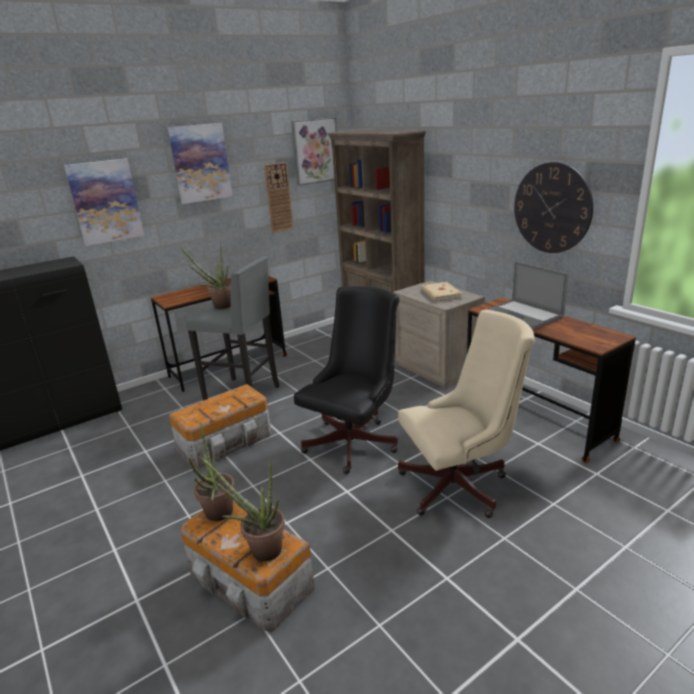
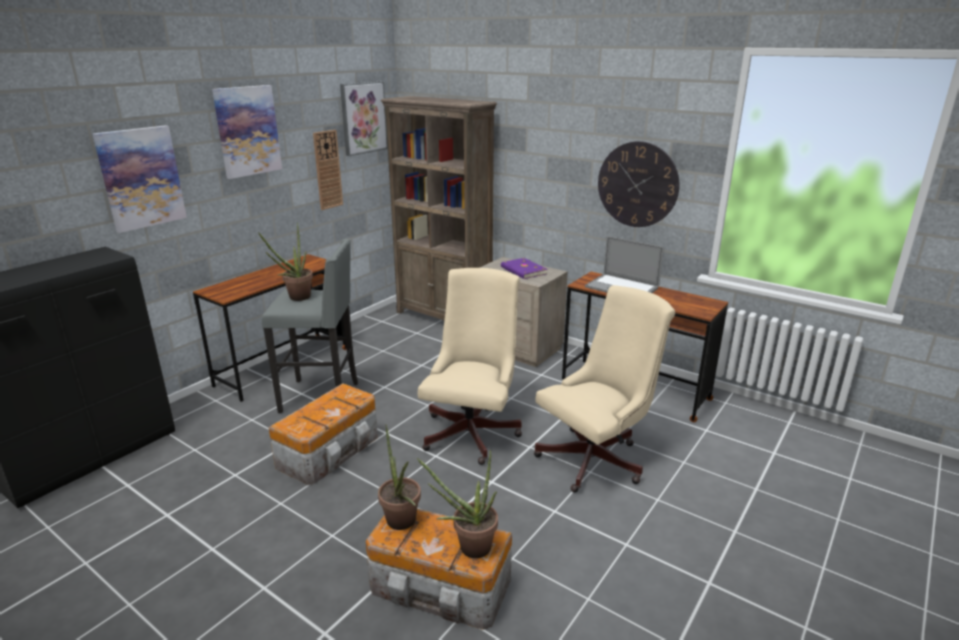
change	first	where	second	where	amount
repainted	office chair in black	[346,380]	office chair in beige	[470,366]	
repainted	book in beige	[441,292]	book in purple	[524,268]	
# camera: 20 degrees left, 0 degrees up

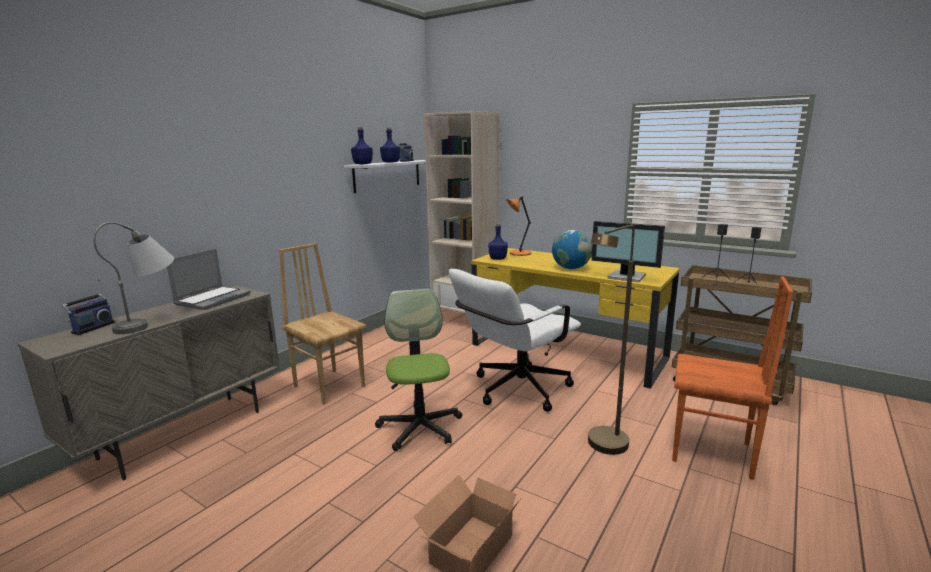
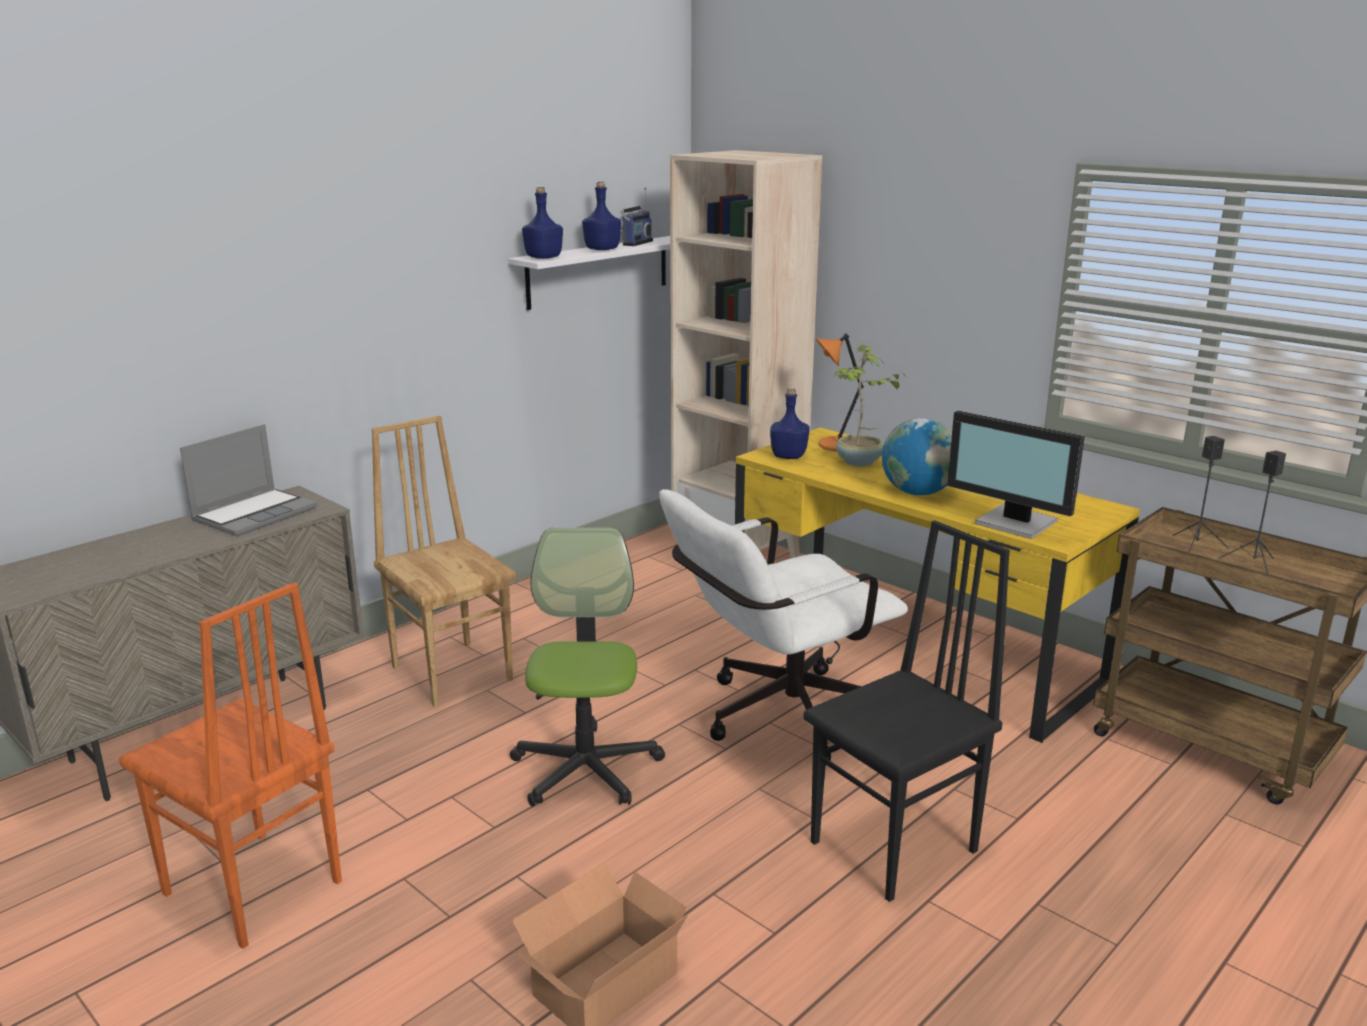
change	first	where	second	where	amount
gone	radio	[88,307]			
gone	table lamp in grey	[133,278]			
swapped	floor lamp in brown	[611,340]	chair in black	[907,711]	
shifted	chair in orange	[732,378]		[230,765]	
new			potted plant	[869,405]	
# camera: 10 degrees right, 5 degrees up

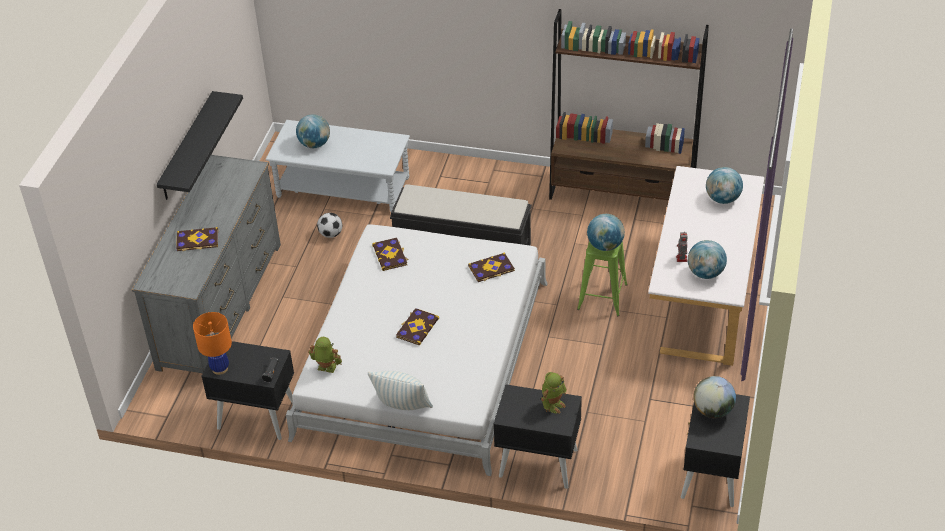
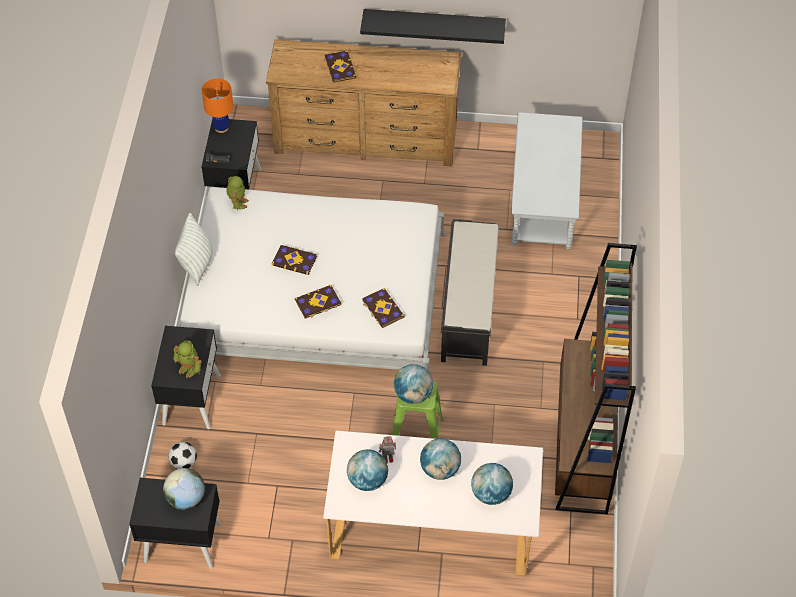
change	first	where	second	where	amount
repainted	dresser in grey	[206,264]	dresser in brown	[364,102]	
shifted	globe	[313,131]		[440,459]	
shifted	football	[329,225]		[182,455]	
shifted	book	[390,254]		[318,302]	
# camera: 80 degrees right, 10 degrees up

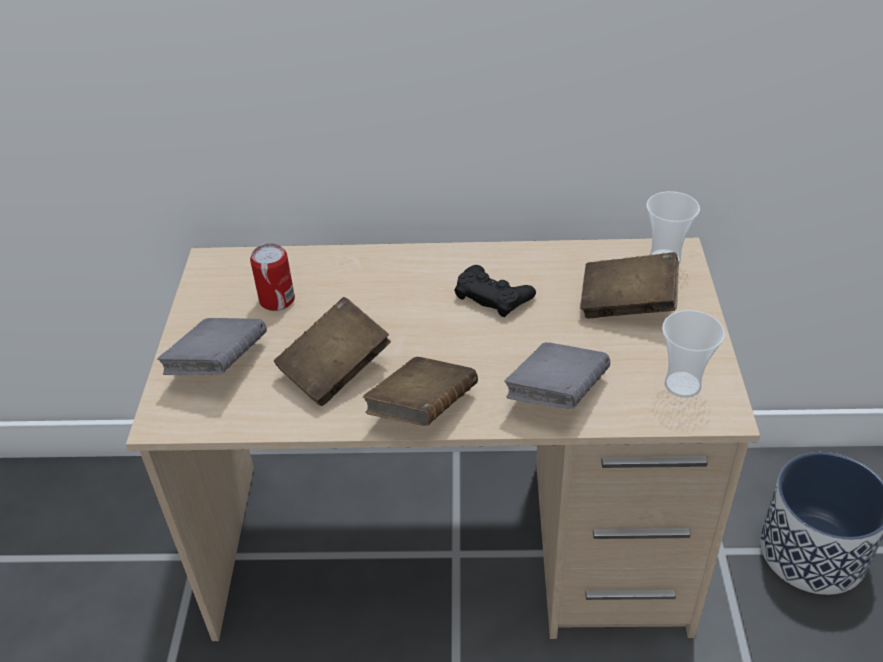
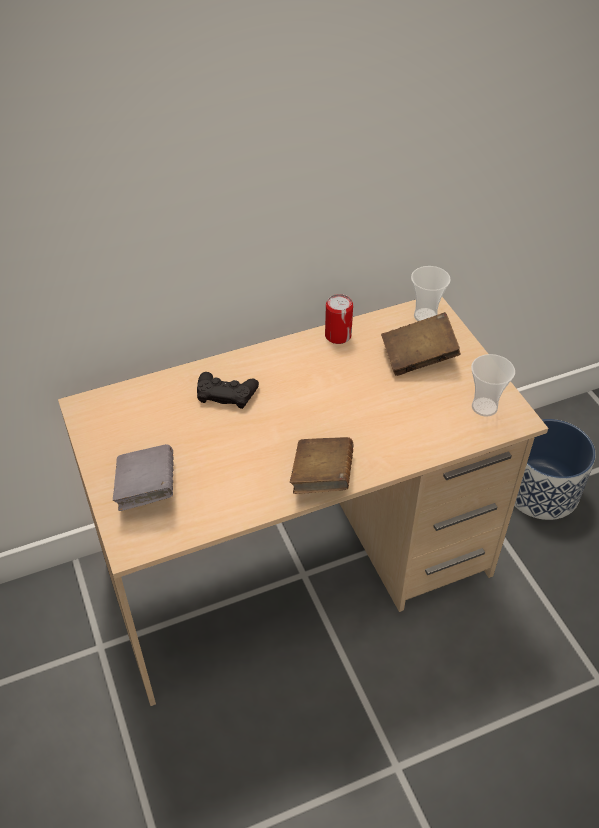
change	first	where	second	where	amount
shifted	can	[272,277]		[339,319]	
gone	book in brown	[332,351]			
shifted	game controller in black	[495,291]		[228,390]	
gone	book in grey	[557,375]			
# camera: 25 degrees left, 5 degrees up

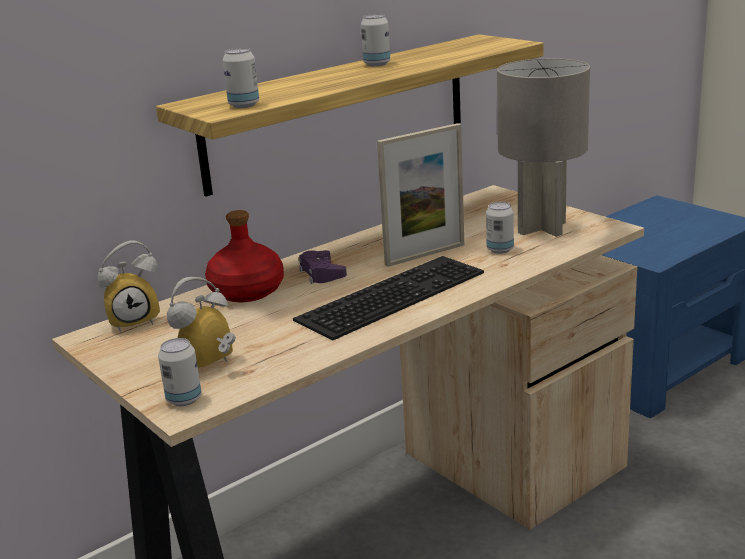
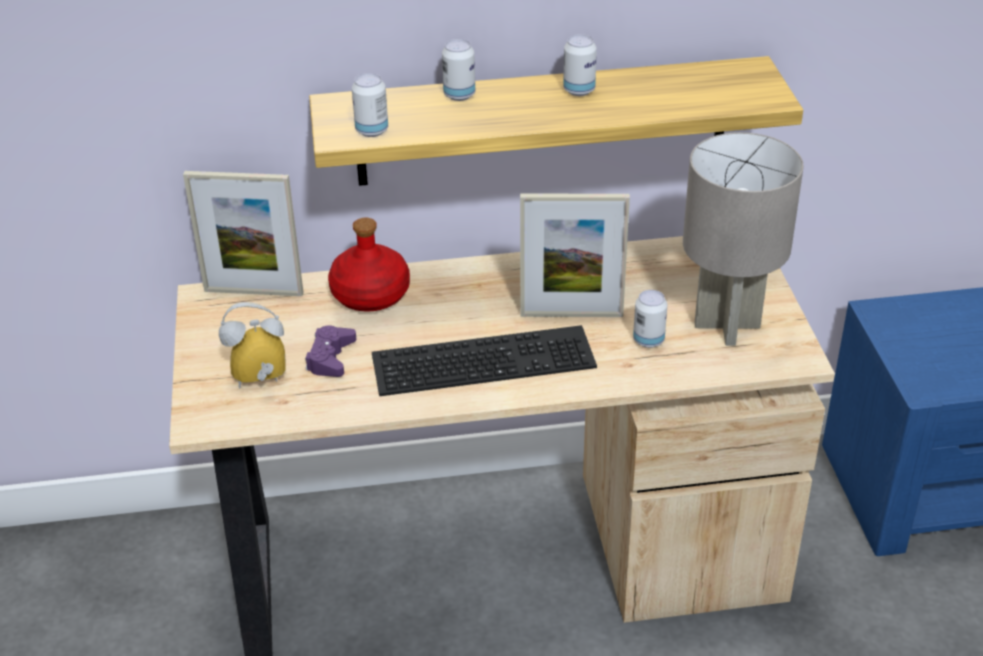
change	first	where	second	where	amount
swapped	alarm clock	[129,286]	picture frame	[243,233]	
shifted	can	[180,372]		[458,70]	
shifted	game controller in purple	[323,267]		[330,351]	
# camera: 30 degrees right, 15 degrees up

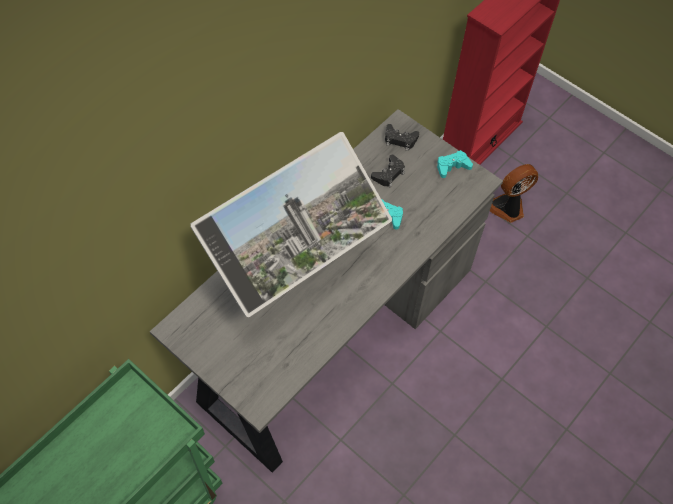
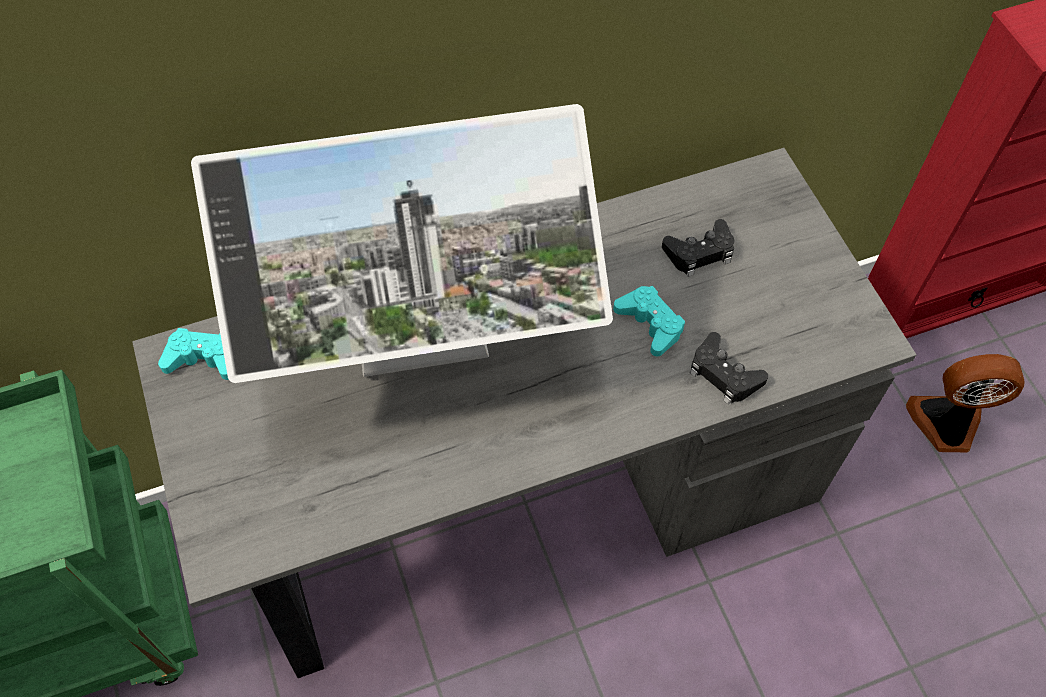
change	first	where	second	where	amount
shifted	game controller in black	[402,137]		[729,368]	
shifted	game controller in turquoise	[455,164]		[193,354]	
# camera: 30 degrees right, 0 degrees up

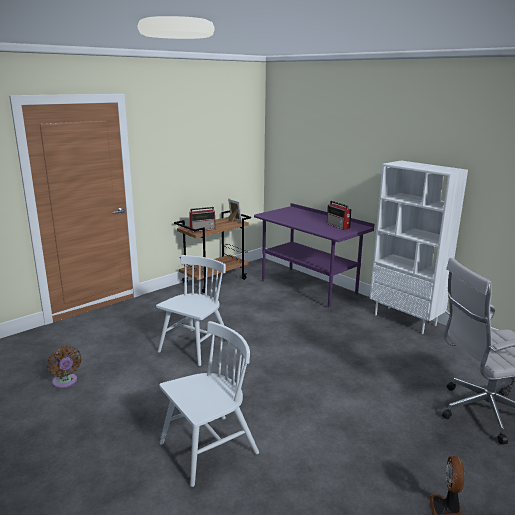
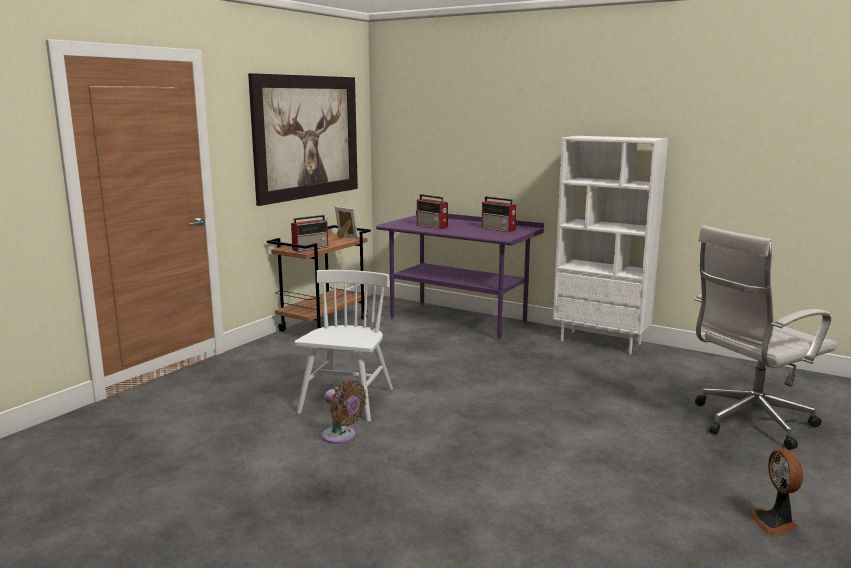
change	first	where	second	where	amount
shifted	fan in brown	[64,367]		[344,412]	
gone	chair in white	[209,404]			
new			picture	[303,139]	
new			radio	[432,211]	
# camera: 15 degrees left, 5 degrees down

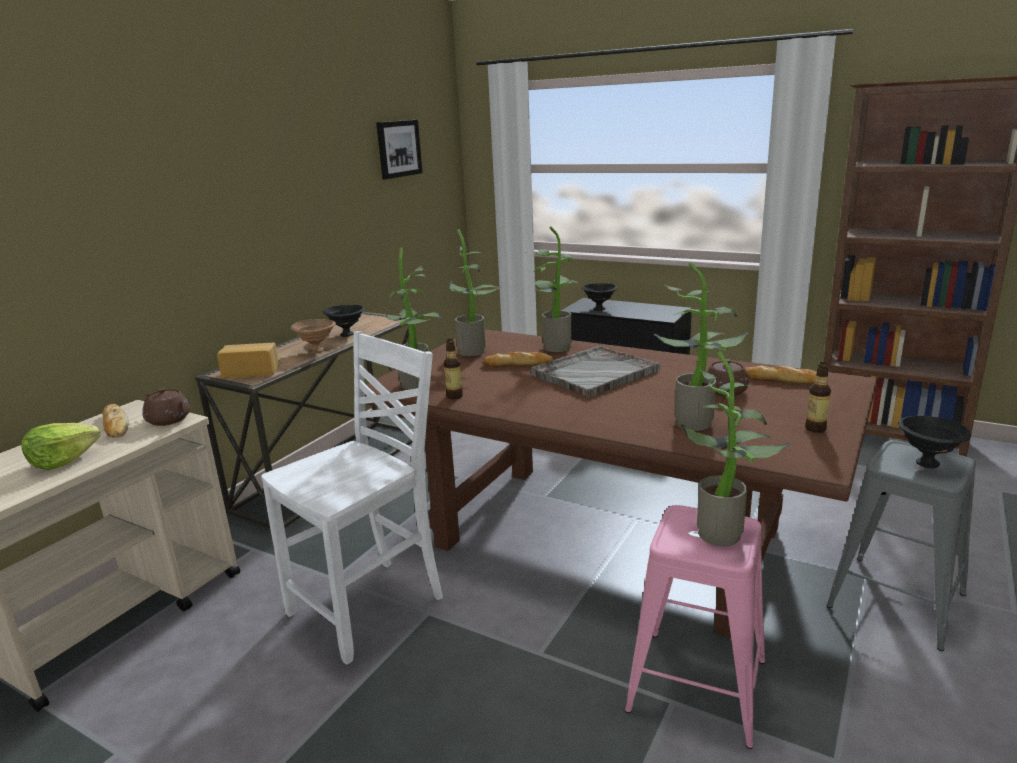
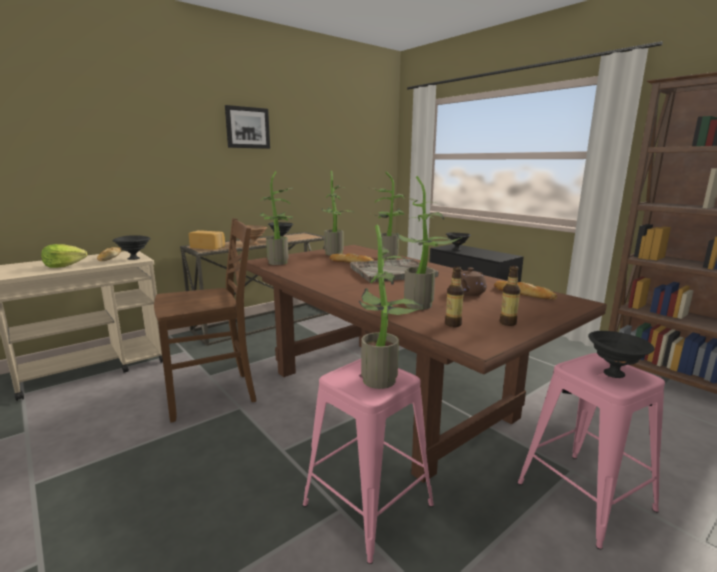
change	first	where	second	where	amount
swapped	teapot in brown	[166,407]	bowl in black	[132,247]	
repainted	chair in white	[352,498]	chair in brown	[205,320]	
shifted	picture	[399,149]		[247,127]	
shifted	bottle	[453,369]		[454,296]	
repainted	stool in grey	[901,545]	stool in pink	[591,451]	
# camera: 20 degrees right, 5 degrees down

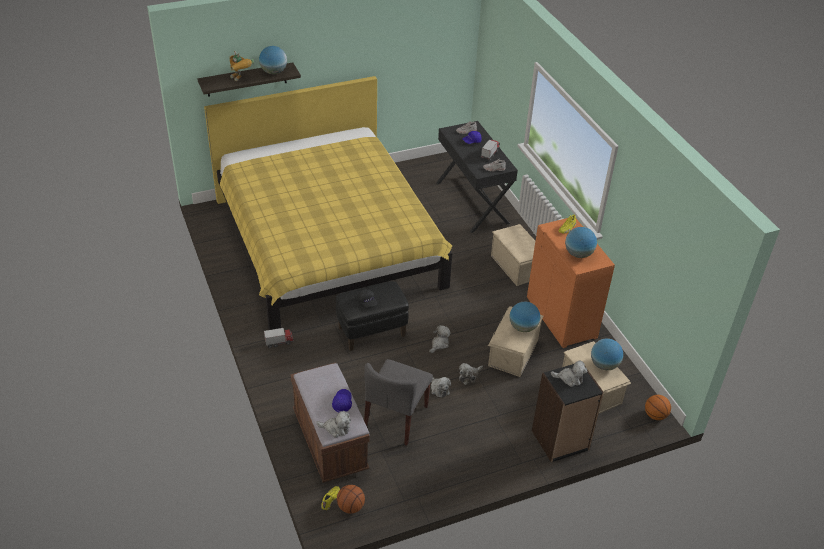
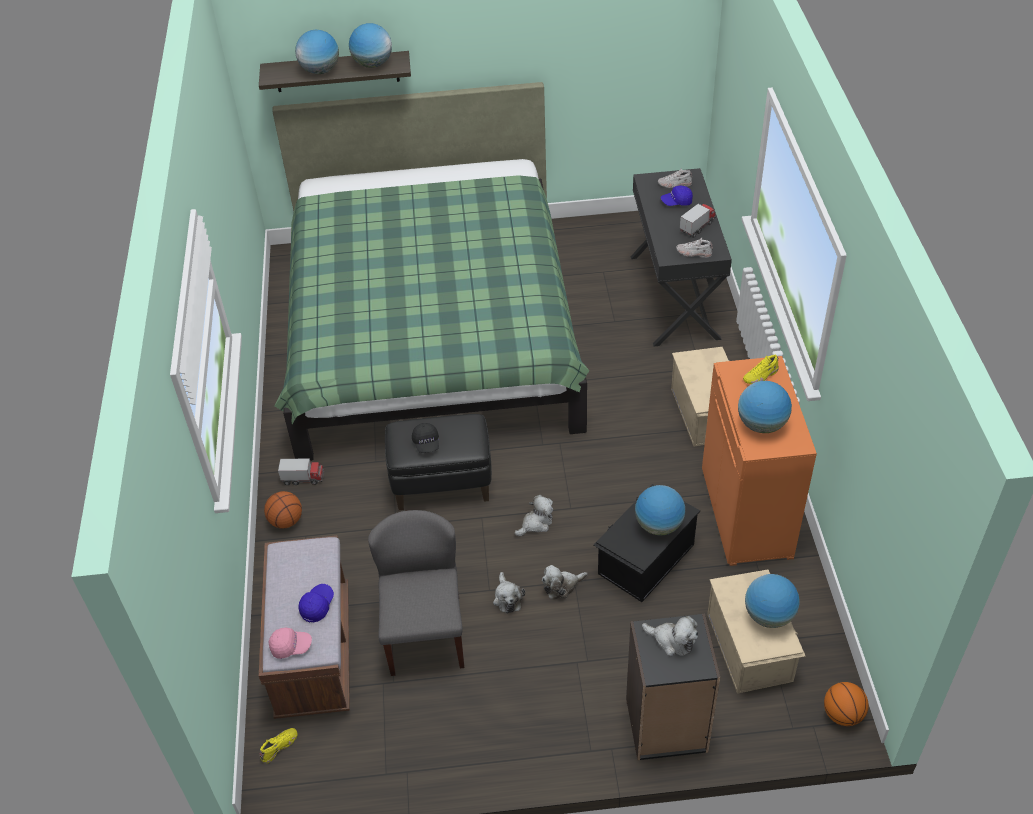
change	first	where	second	where	amount
repainted	bed in yellow	[328,203]	bed in green	[430,271]	
swapped	toy robot	[241,66]	globe	[317,52]	
swapped	plush toy	[333,424]	cap in pink	[290,643]	
shifted	basketball	[351,499]		[283,510]	
rotated	chair in grey	[398,402]		[416,593]	135 degrees clockwise
repainted	storage box in beige	[516,341]	storage box in black	[647,543]	
# camera: 20 degrees right, 5 degrees up

